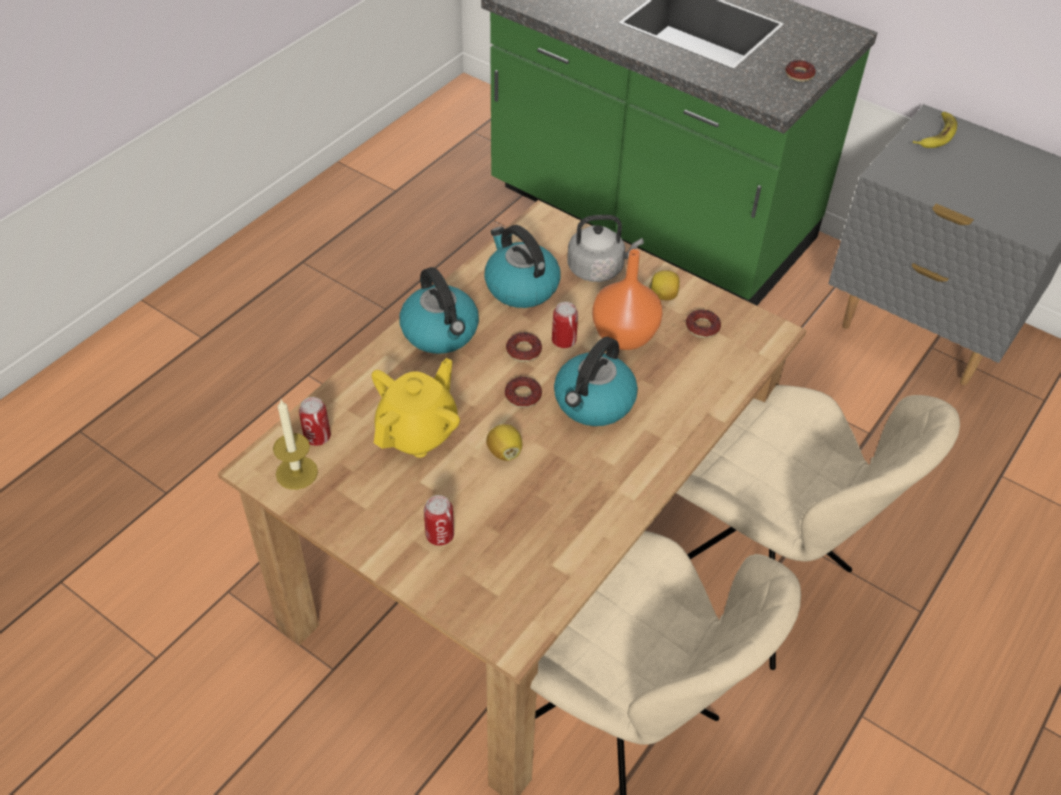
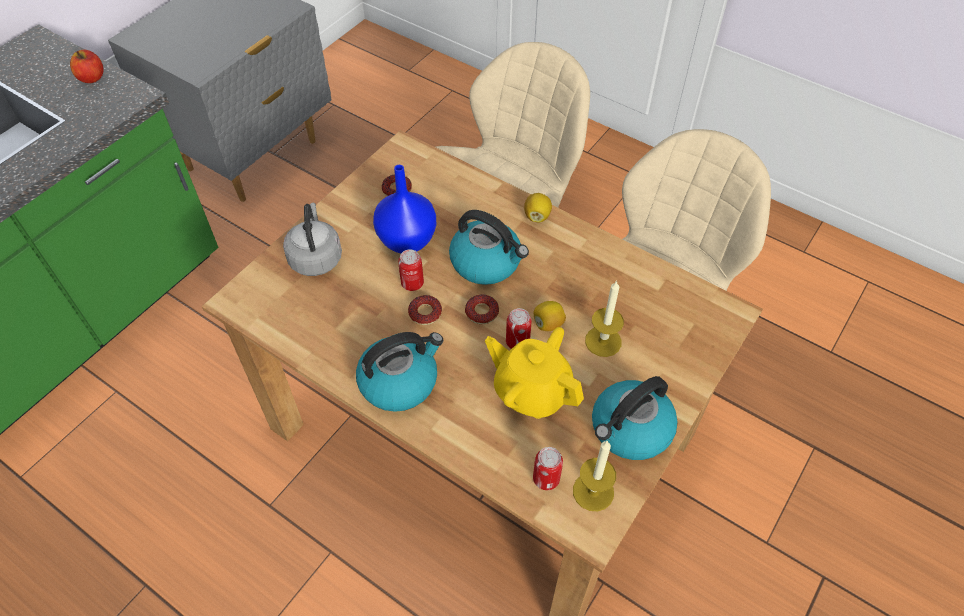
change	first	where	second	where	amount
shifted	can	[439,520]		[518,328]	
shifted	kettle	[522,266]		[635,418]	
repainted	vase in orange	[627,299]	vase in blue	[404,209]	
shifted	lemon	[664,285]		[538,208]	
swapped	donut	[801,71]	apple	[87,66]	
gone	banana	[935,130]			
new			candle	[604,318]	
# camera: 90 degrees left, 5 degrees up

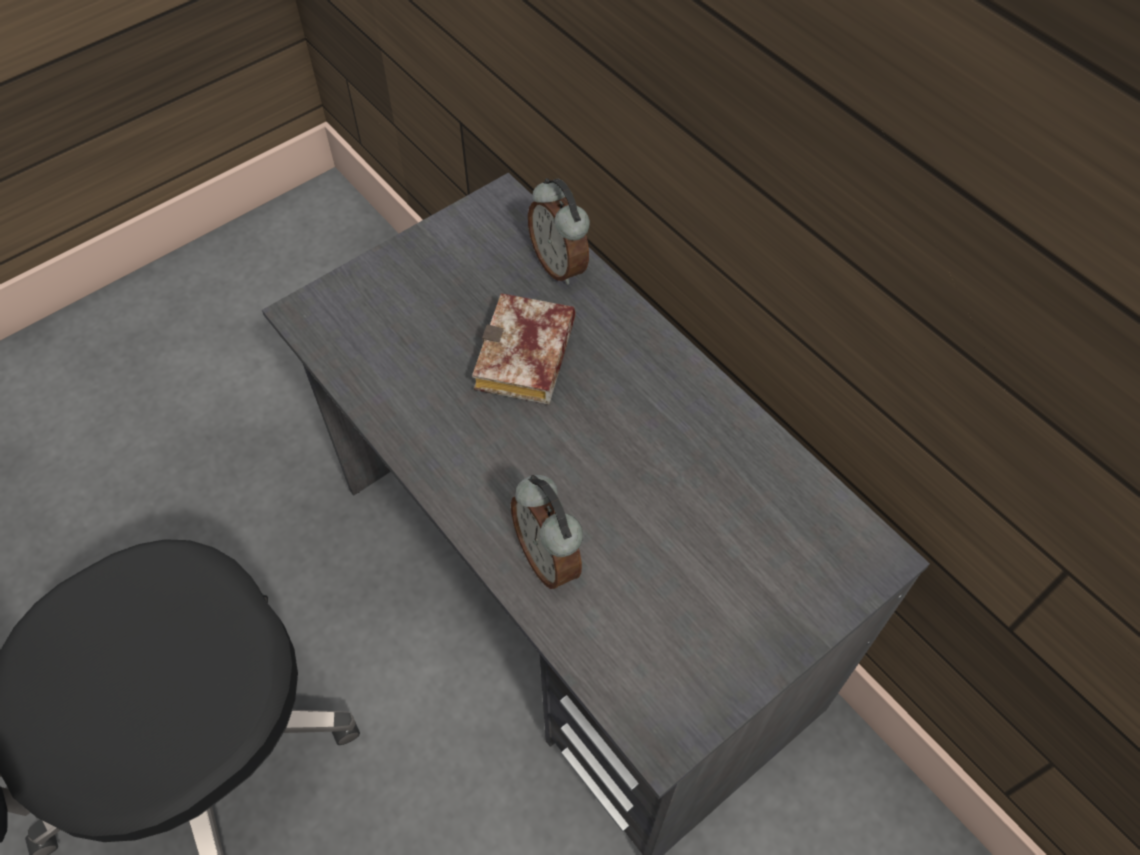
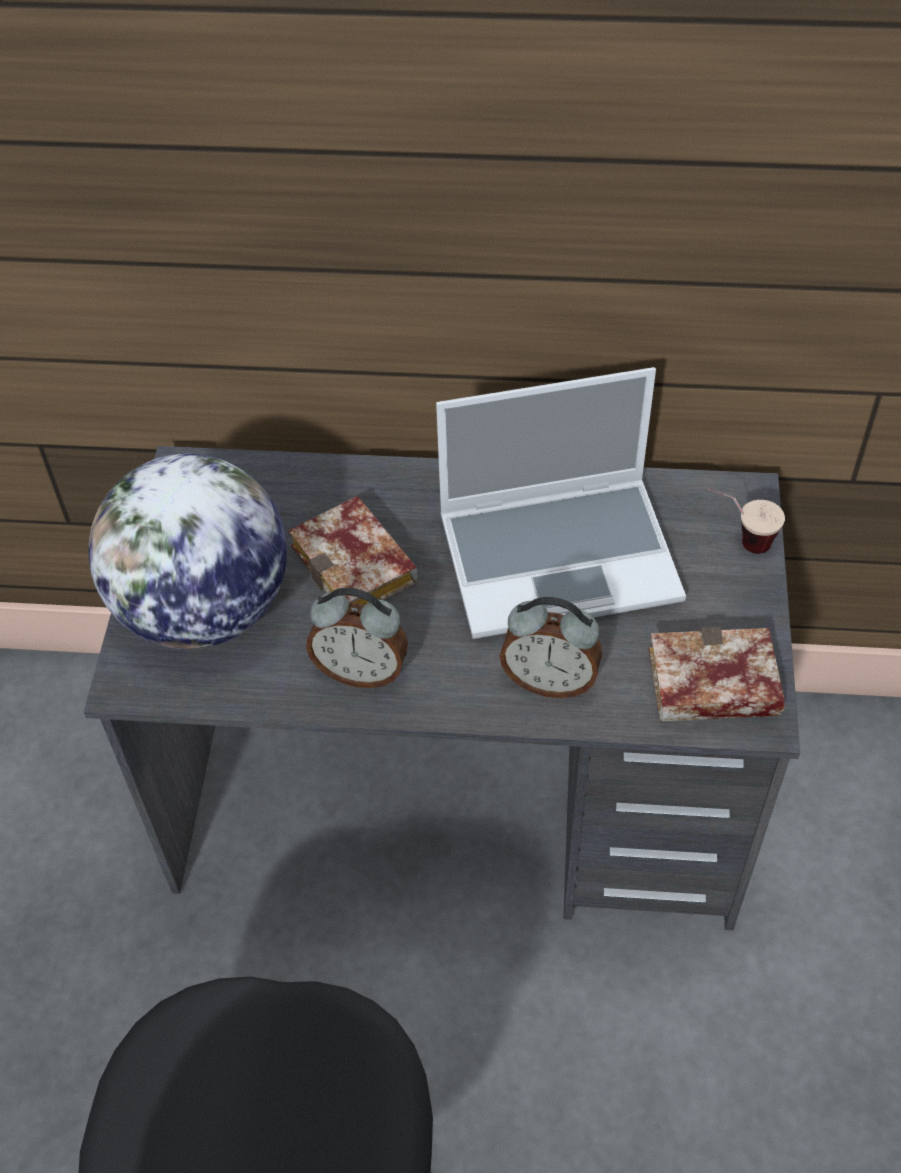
change	first	where	second	where	amount
shifted	alarm clock	[559,231]		[357,638]	
new			globe	[187,551]	
new			laptop	[561,503]	
new			book	[716,674]	
new			cup	[746,521]	
# camera: 45 degrees left, 5 degrees down

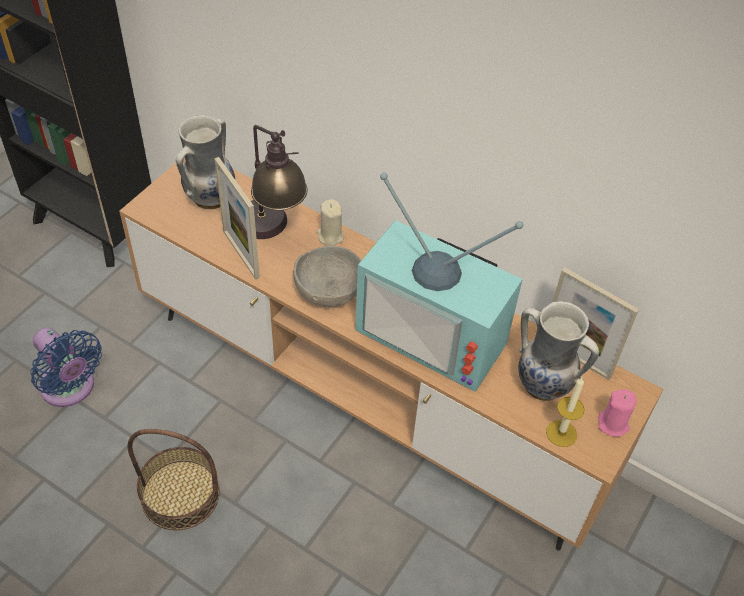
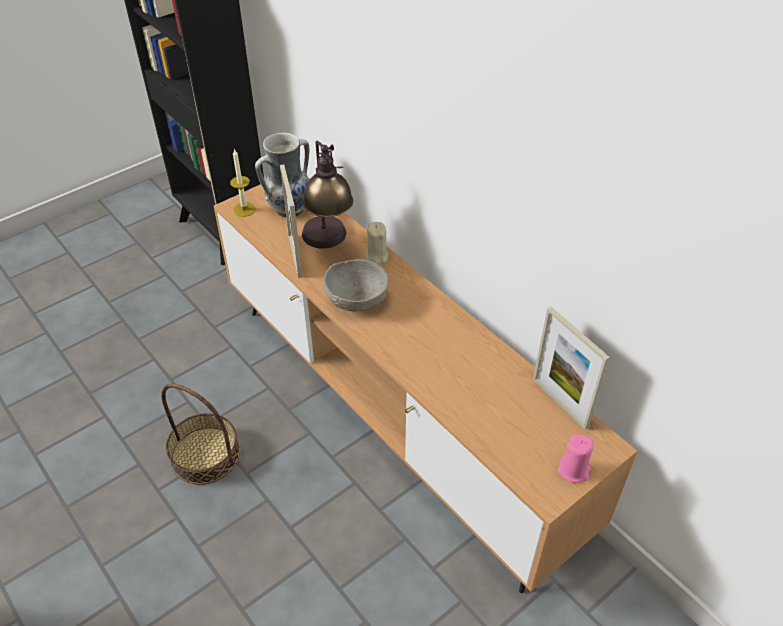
change	first	where	second	where	amount
gone	fan in blue	[66,367]			
gone	television	[439,282]			
gone	vase	[558,351]			
shifted	candle	[565,412]		[243,183]	
# camera: 20 degrees right, 5 degrees down

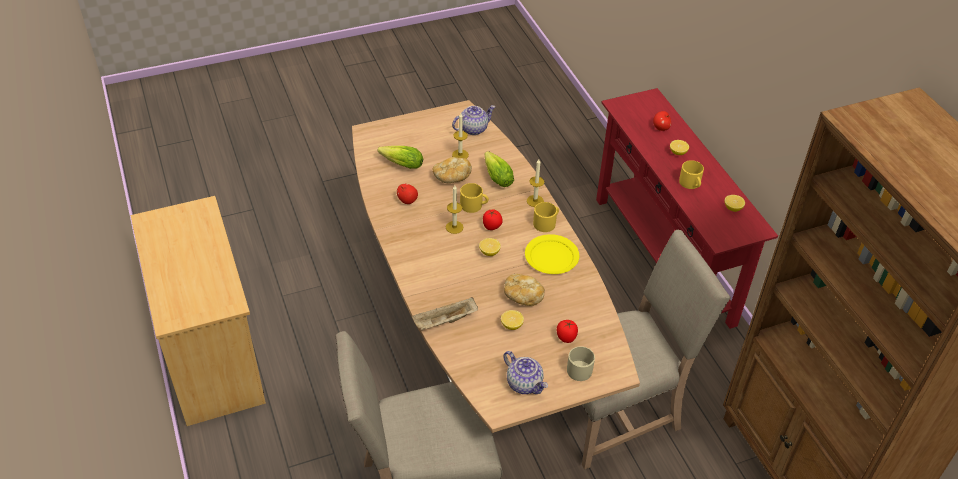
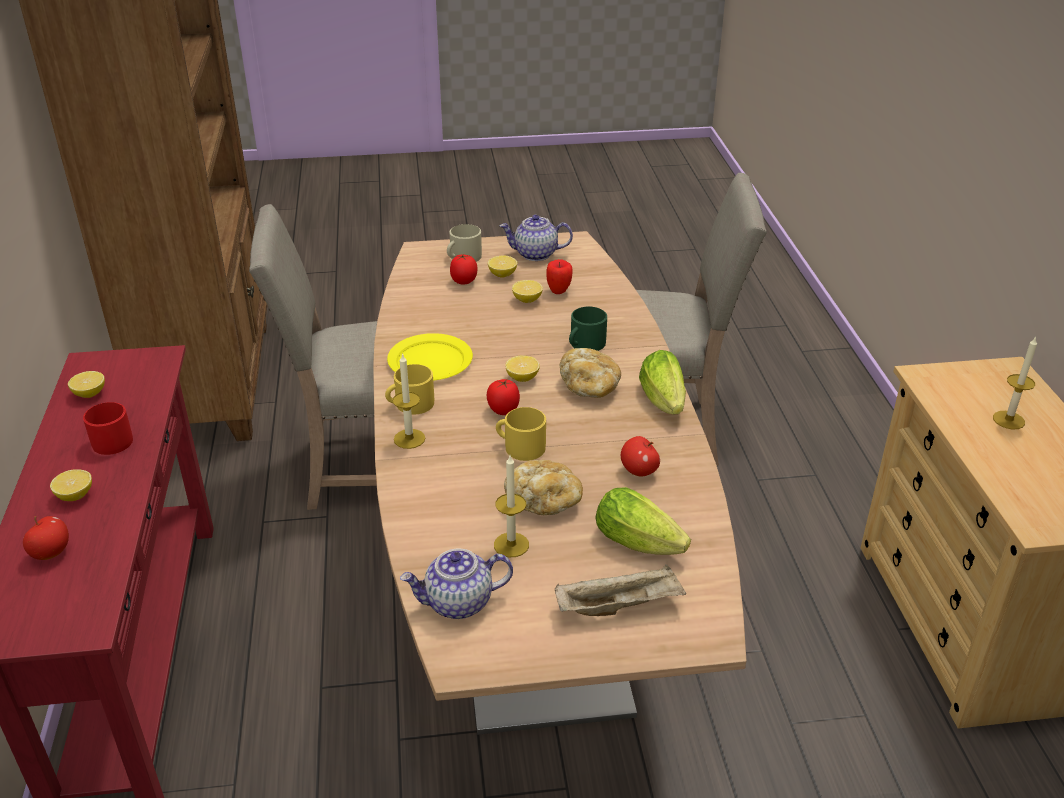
change	first	where	second	where	amount
shifted	tray in beige	[445,313]		[620,590]	
shifted	candle	[454,209]		[1015,383]	
shifted	lettuce	[499,169]		[662,382]	
rotated	teapot	[525,372]		[536,238]	60 degrees counterclockwise
shifted	bread	[524,290]		[590,373]	
repainted	mug in yellow	[691,174]	mug in red	[108,428]	
new			lemon	[502,267]	
new			apple	[559,276]	
new			mug in green	[588,329]	
# camera: 165 degrees left, 10 degrees down

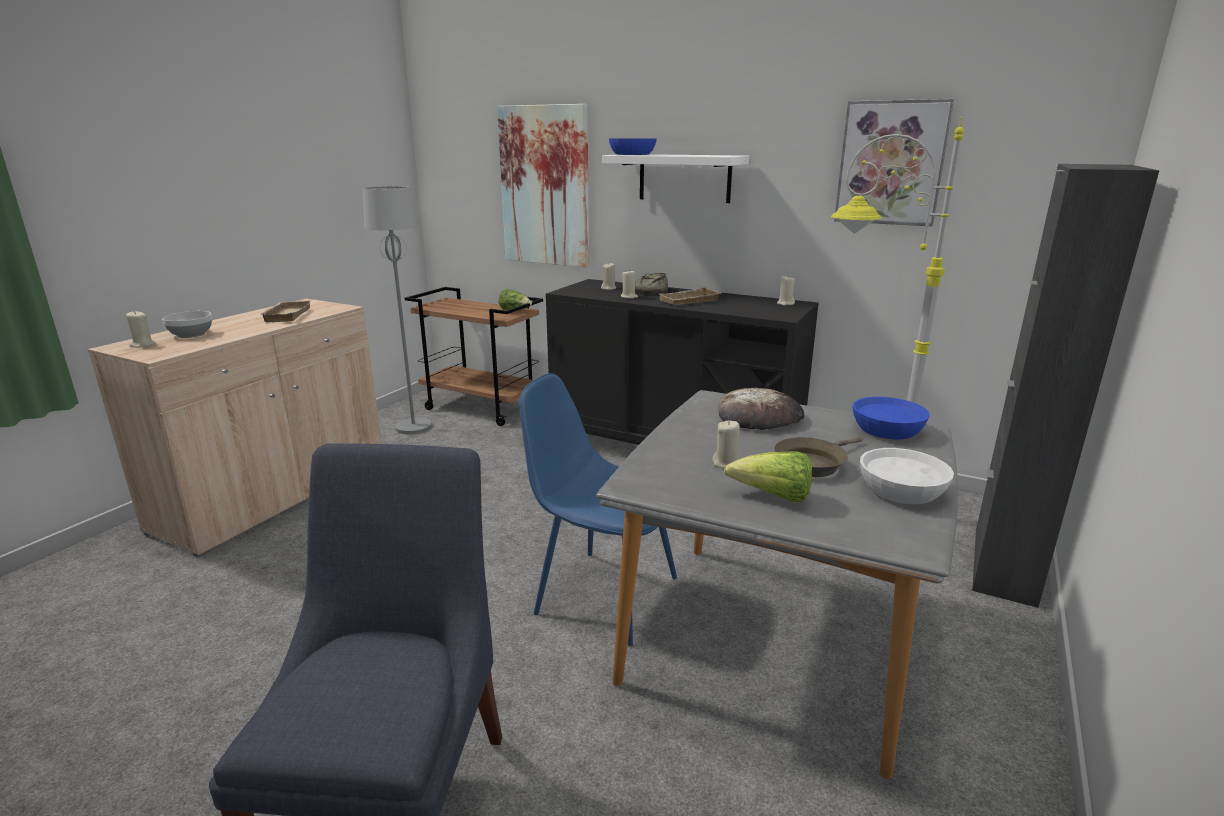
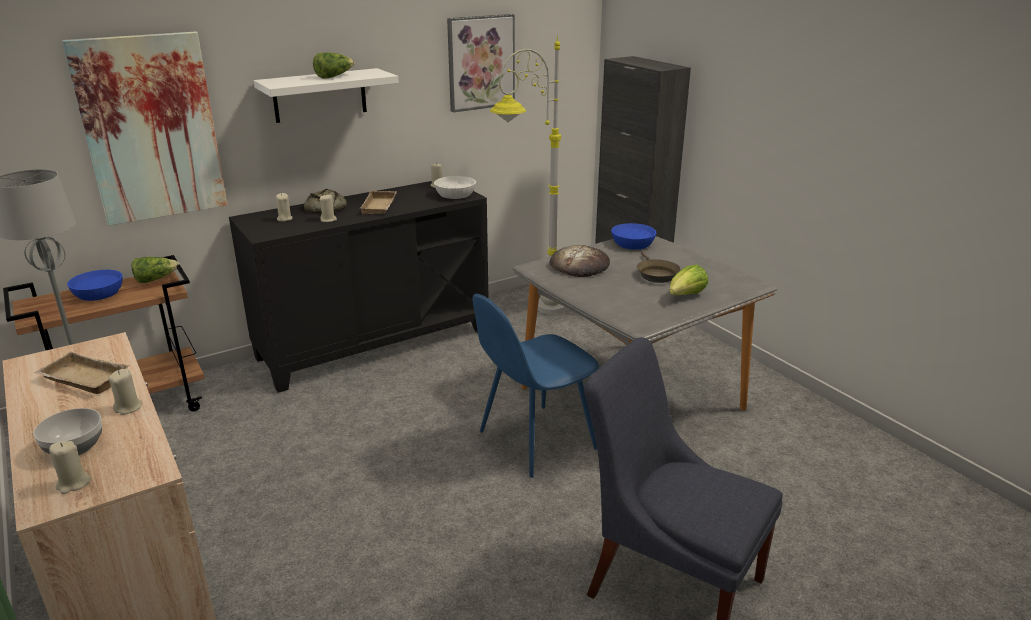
change	first	where	second	where	amount
shifted	bowl in blue	[633,146]		[95,285]	
shifted	candle in beige	[726,444]		[125,392]	
shifted	bowl in white	[907,476]		[455,187]	
new			lettuce	[334,66]	
# camera: 60 degrees left, 5 degrees up

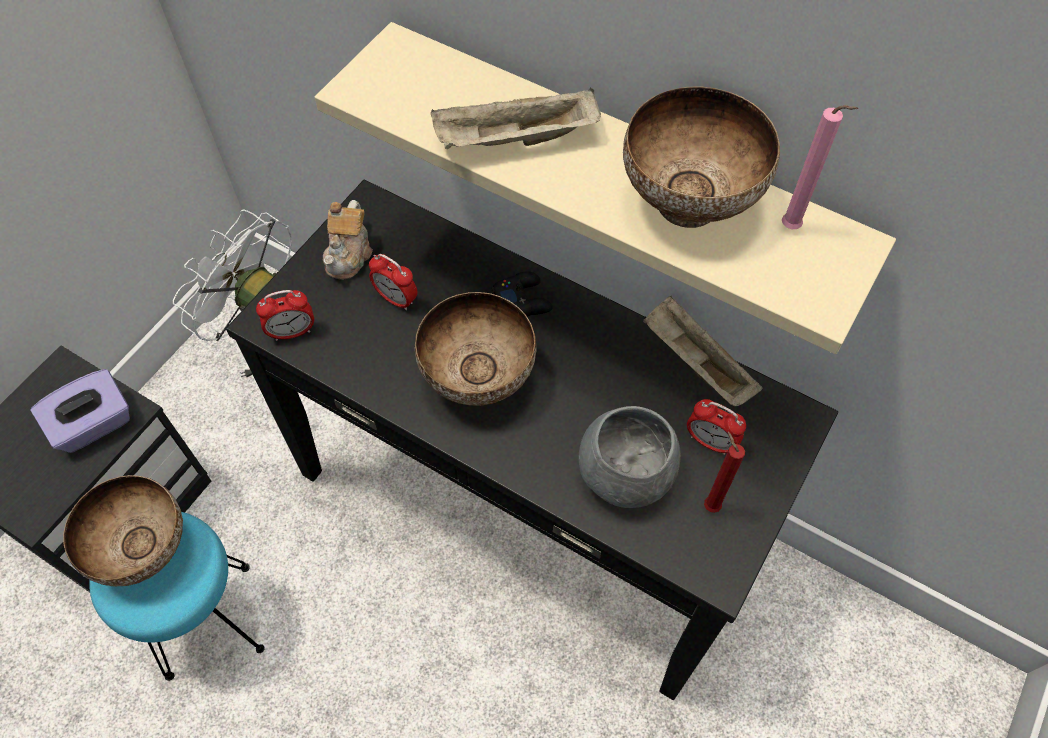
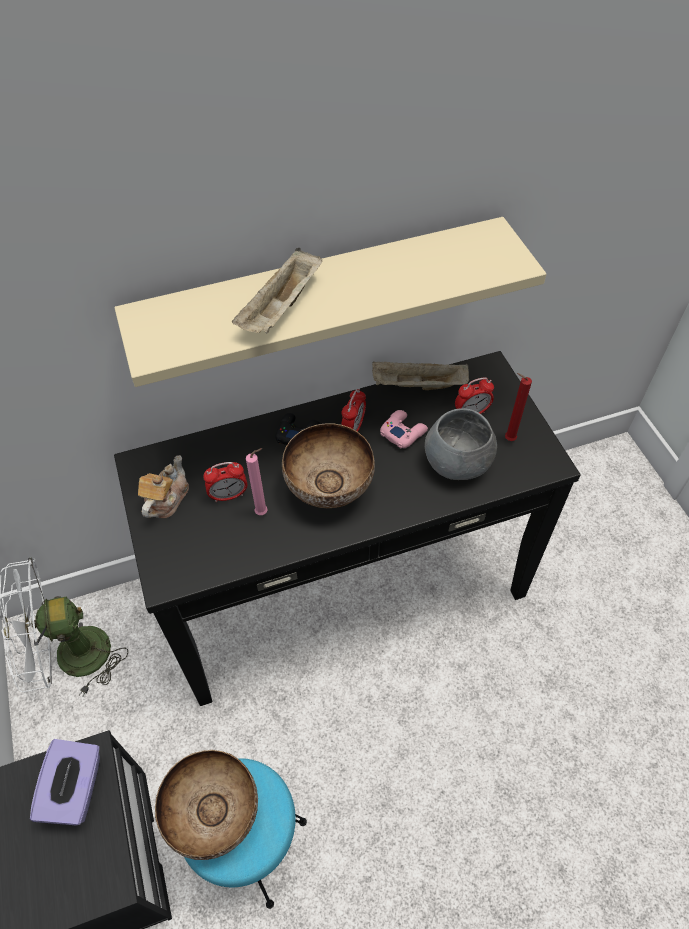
change	first	where	second	where	amount
shifted	alarm clock	[285,315]		[353,410]	
rotated	teapot	[348,240]		[163,486]	120 degrees counterclockwise
gone	bowl	[701,157]			
shifted	candle in pink	[820,167]		[257,481]	
new			game controller in pink	[404,429]	
# camera: 50 degrees left, 5 degrees down

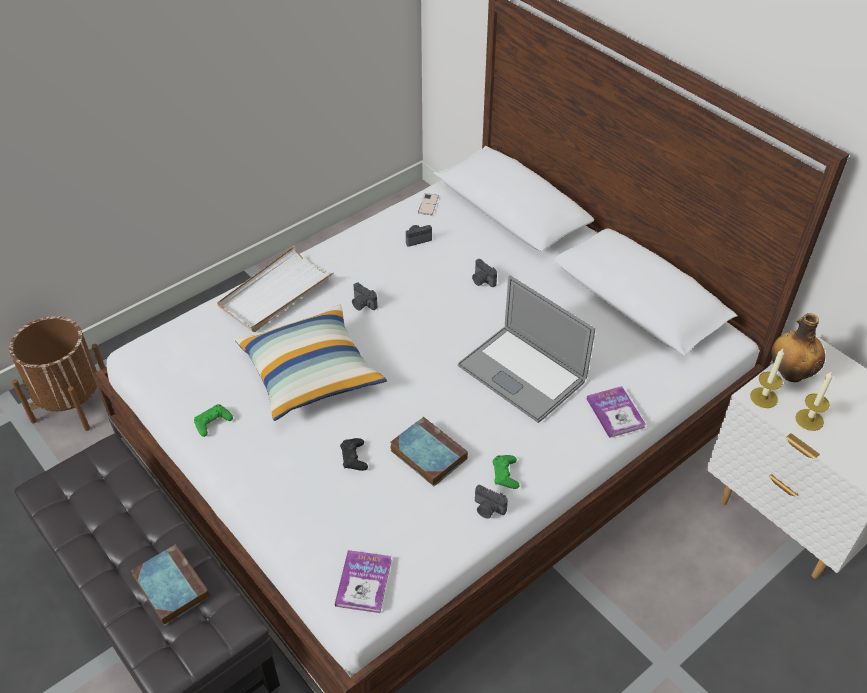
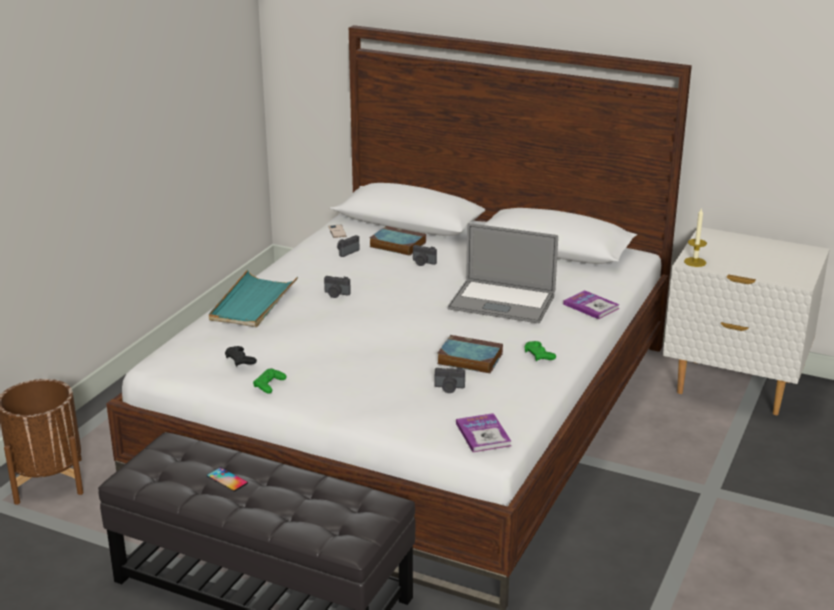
change	first	where	second	where	amount
shifted	book	[170,585]		[398,241]	
repainted	tray in white	[275,289]	tray in turquoise	[253,298]	
gone	pillow	[311,362]			
shifted	game controller in black	[354,454]		[241,356]	
shifted	photo camera	[491,502]		[449,380]	
gone	bottle	[798,347]			
gone	candle	[814,401]			
new			phone	[227,479]	
# camera: 25 degrees left, 20 degrees down

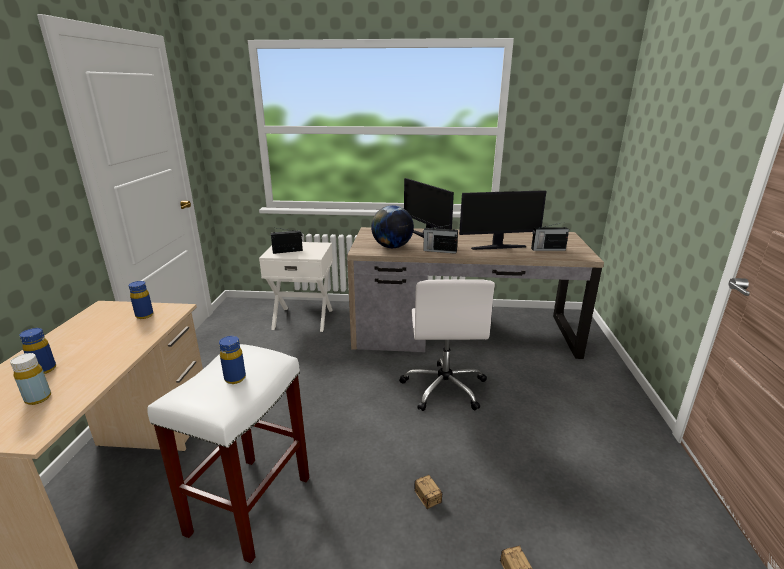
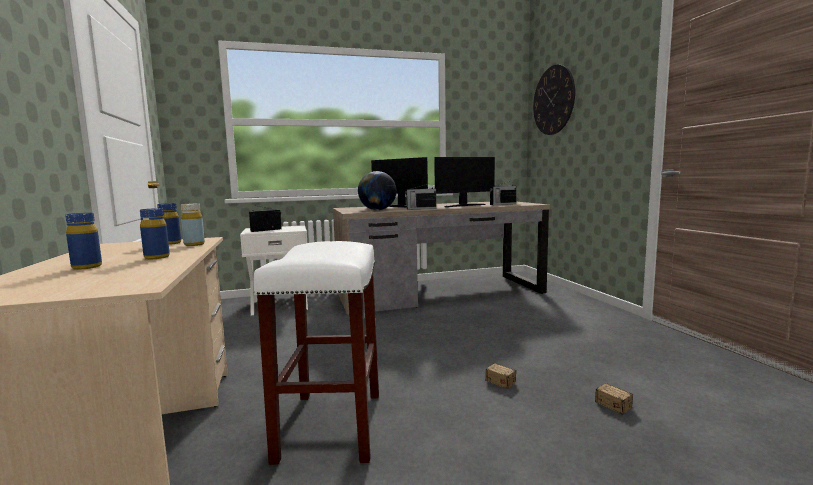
change	first	where	second	where	amount
shifted	bottle in yellow	[30,379]		[193,224]	
shifted	bottle in blue	[232,360]		[155,234]	
gone	office chair in white	[447,345]			
new			wall clock	[554,99]	
# camera: 20 degrees left, 15 degrees down

